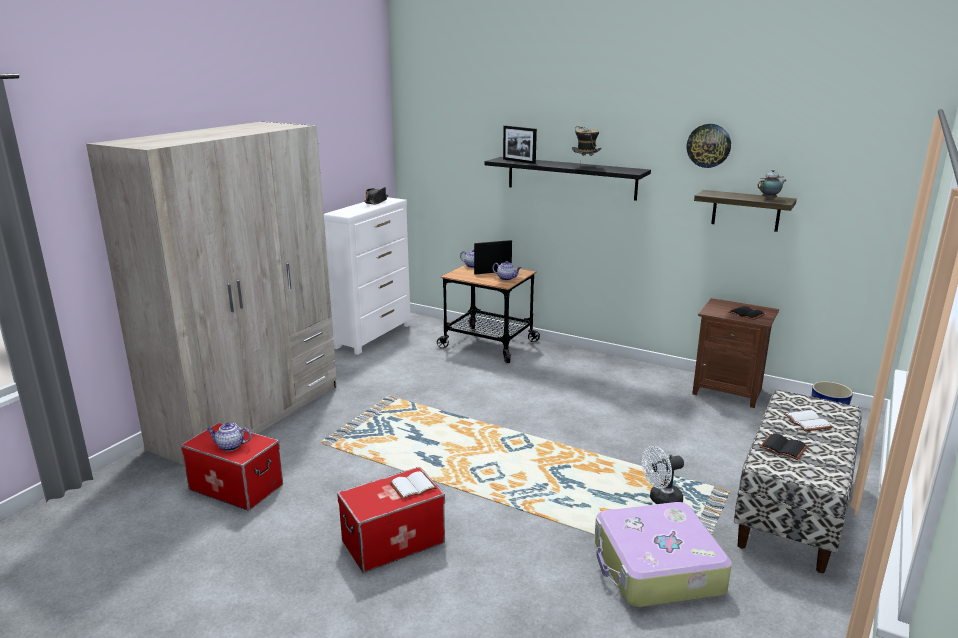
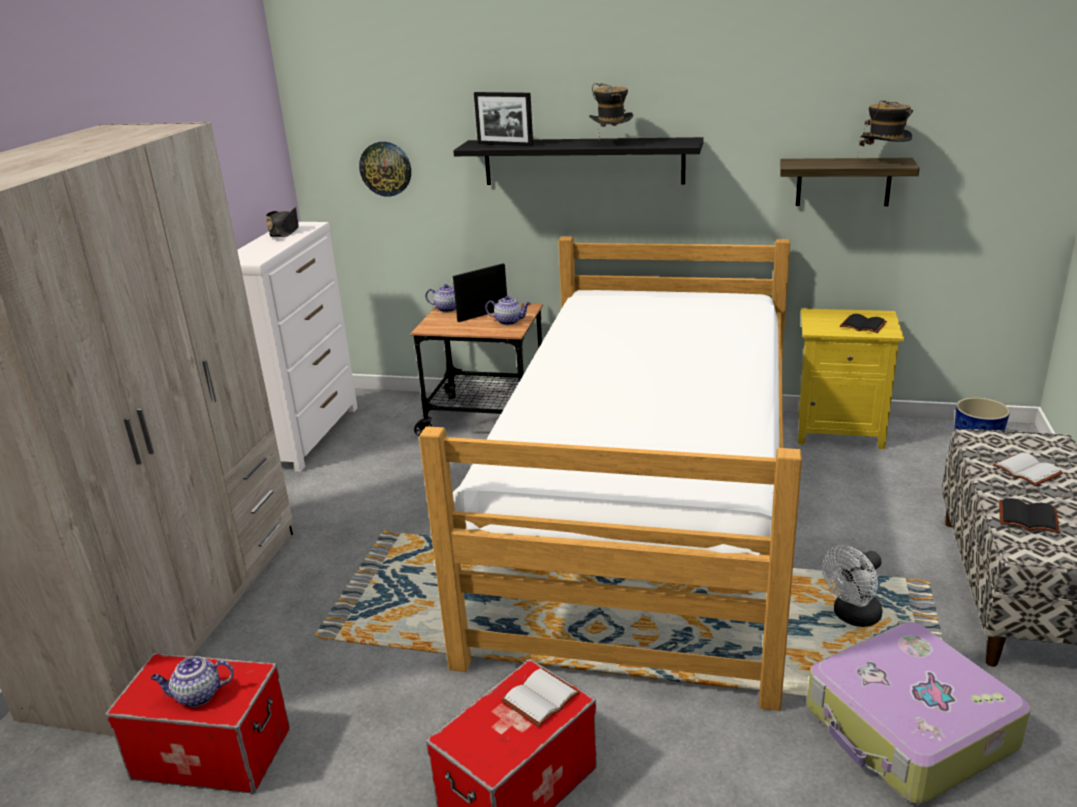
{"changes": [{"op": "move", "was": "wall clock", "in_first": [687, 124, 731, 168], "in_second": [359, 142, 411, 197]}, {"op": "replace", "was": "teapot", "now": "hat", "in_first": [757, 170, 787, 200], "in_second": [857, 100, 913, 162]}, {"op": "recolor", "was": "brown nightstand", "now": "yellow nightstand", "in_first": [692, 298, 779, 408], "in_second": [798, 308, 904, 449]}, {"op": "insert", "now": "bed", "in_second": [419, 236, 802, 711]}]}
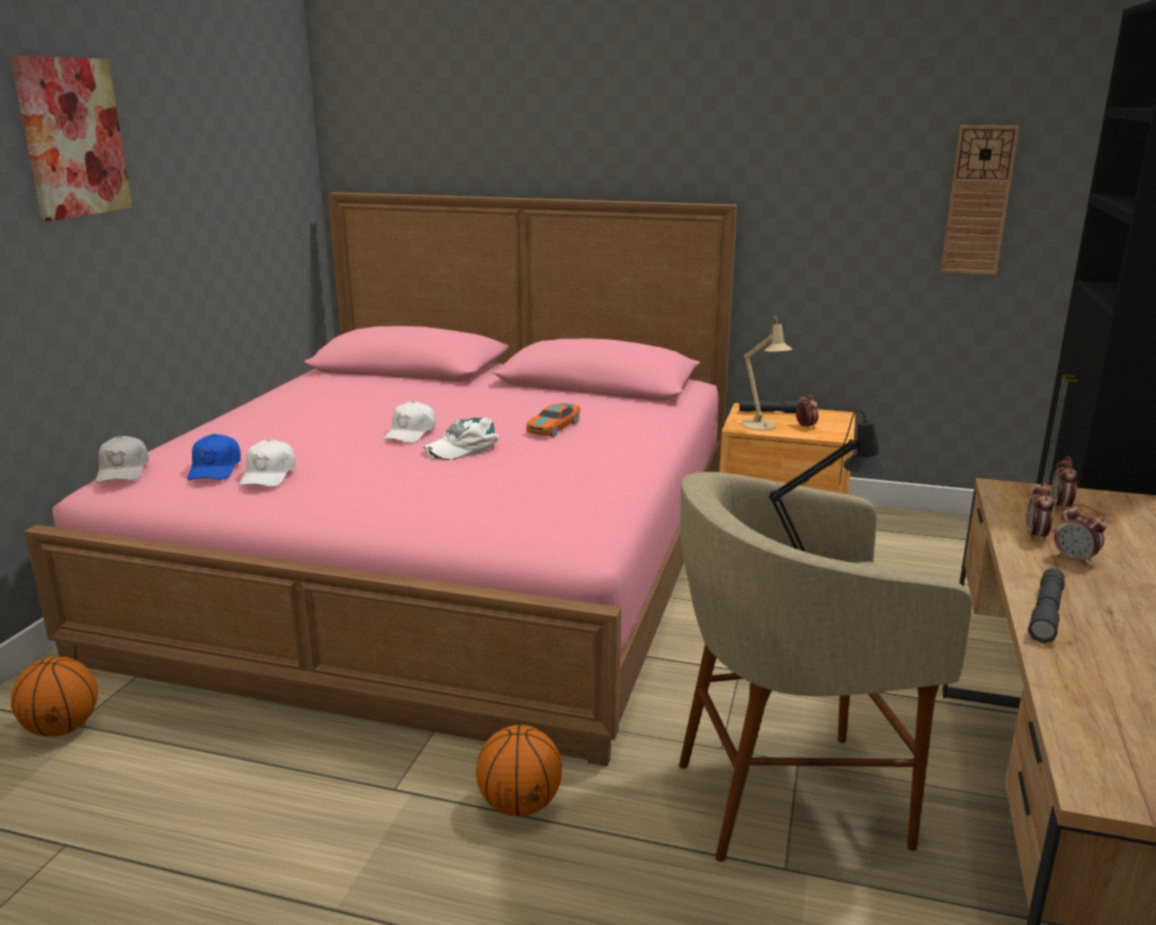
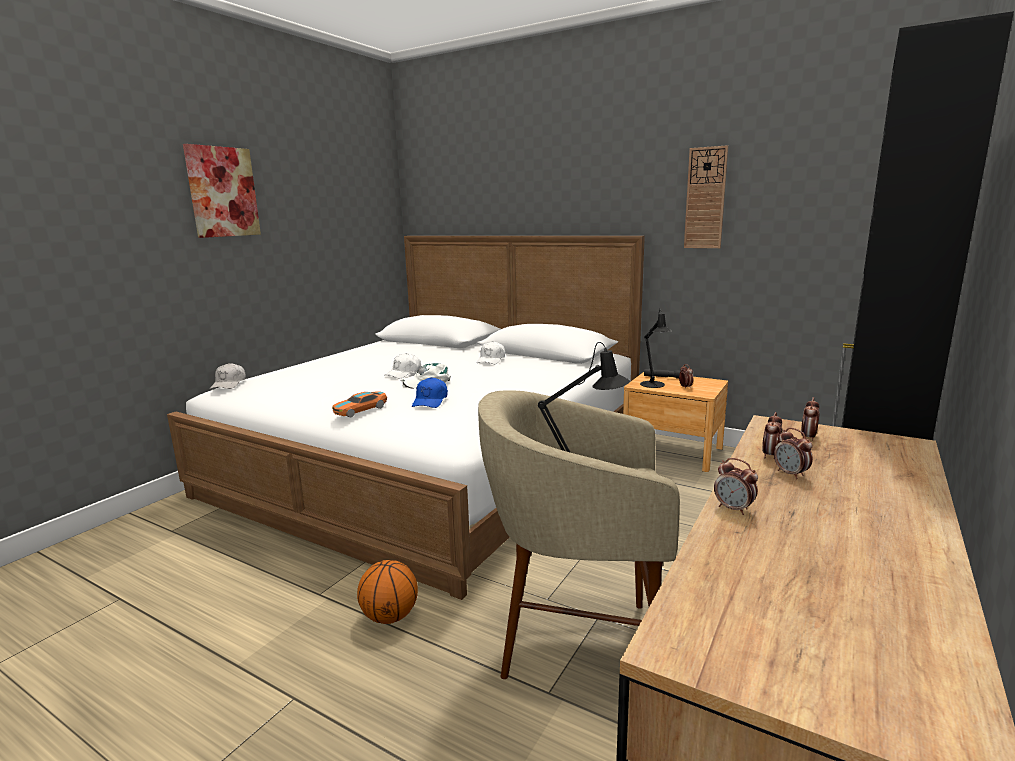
{"changes": [{"op": "move", "was": "wall clock", "in_first": [941, 125, 1019, 275], "in_second": [684, 145, 728, 248]}, {"op": "recolor", "was": "pink bed", "now": "white bed", "in_first": [24, 192, 737, 766], "in_second": [167, 236, 645, 600]}, {"op": "recolor", "was": "beige table lamp", "now": "black table lamp", "in_first": [741, 317, 792, 430], "in_second": [640, 309, 671, 388]}, {"op": "move", "was": "toy car", "in_first": [526, 403, 580, 437], "in_second": [332, 391, 387, 417]}, {"op": "move", "was": "blue cap", "in_first": [187, 434, 241, 480], "in_second": [412, 377, 448, 408]}, {"op": "move", "was": "white cap", "in_first": [239, 439, 295, 487], "in_second": [477, 341, 505, 364]}, {"op": "replace", "was": "grey flashlight", "now": "alarm clock", "in_first": [1028, 568, 1065, 643], "in_second": [714, 458, 758, 515]}, {"op": "delete", "was": "basketball", "in_first": [11, 657, 98, 737]}]}
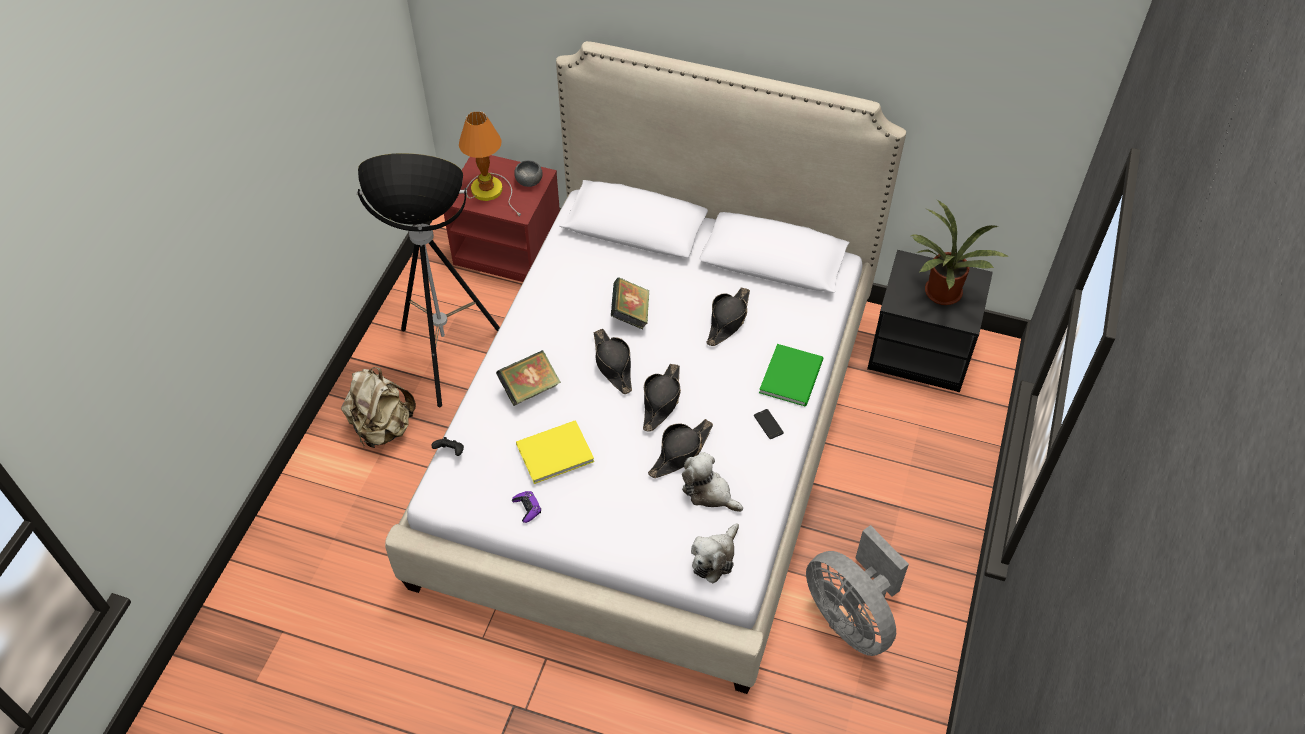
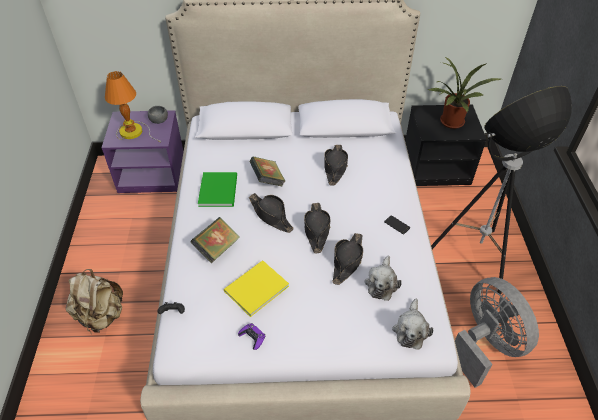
{"changes": [{"op": "move", "was": "floor lamp", "in_first": [356, 153, 500, 407], "in_second": [431, 86, 572, 295]}, {"op": "recolor", "was": "red nightstand", "now": "purple nightstand", "in_first": [444, 155, 560, 282], "in_second": [101, 110, 184, 193]}, {"op": "move", "was": "green book", "in_first": [759, 344, 823, 406], "in_second": [198, 172, 237, 207]}, {"op": "rotate", "was": "plush toy", "in_first": [682, 452, 743, 512], "in_second": [364, 255, 402, 301], "clockwise": -90}, {"op": "rotate", "was": "grey fan", "in_first": [806, 525, 909, 656], "in_second": [455, 277, 539, 388], "clockwise": -150}]}
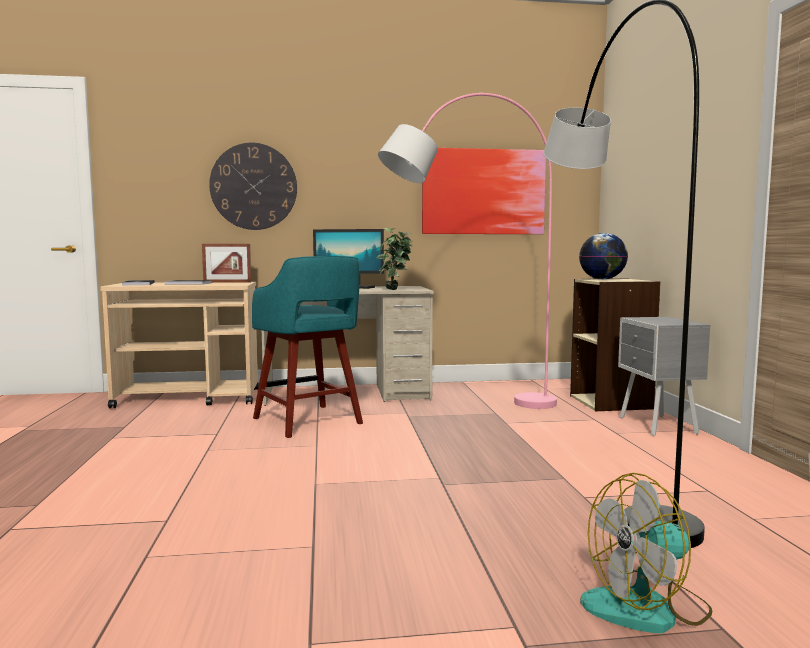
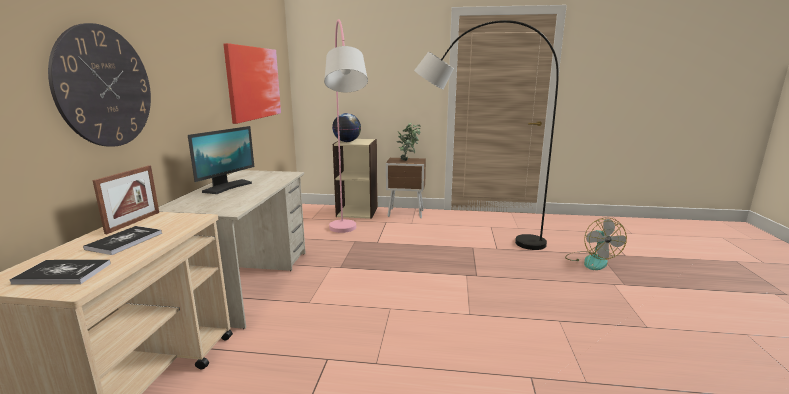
{"changes": [{"op": "move", "was": "potted plant", "in_first": [376, 228, 413, 290], "in_second": [396, 123, 420, 161]}, {"op": "delete", "was": "turquoise stool", "in_first": [252, 256, 363, 438]}, {"op": "recolor", "was": "grey nightstand", "now": "brown nightstand", "in_first": [618, 317, 711, 436], "in_second": [386, 158, 426, 218]}]}
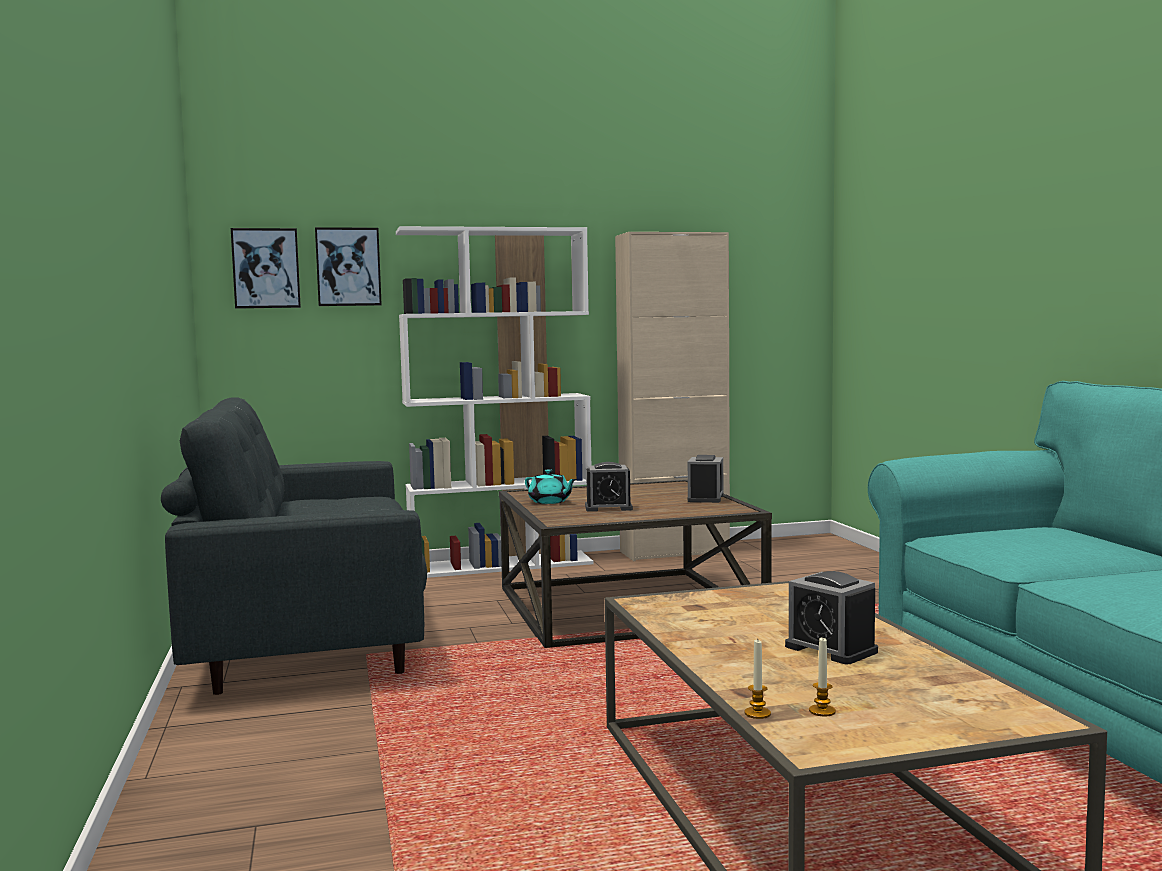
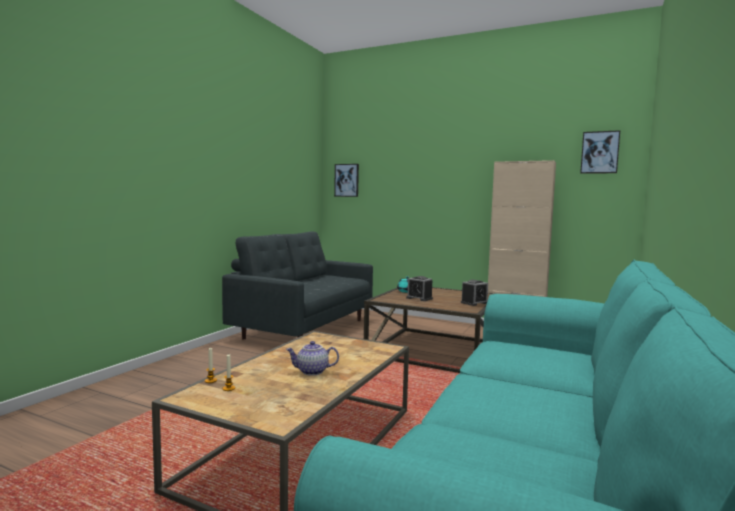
{"changes": [{"op": "delete", "was": "white bookcase", "in_first": [396, 226, 594, 578]}, {"op": "move", "was": "picture", "in_first": [315, 227, 382, 306], "in_second": [580, 130, 620, 174]}, {"op": "replace", "was": "alarm clock", "now": "teapot", "in_first": [785, 571, 878, 664], "in_second": [286, 341, 339, 376]}]}
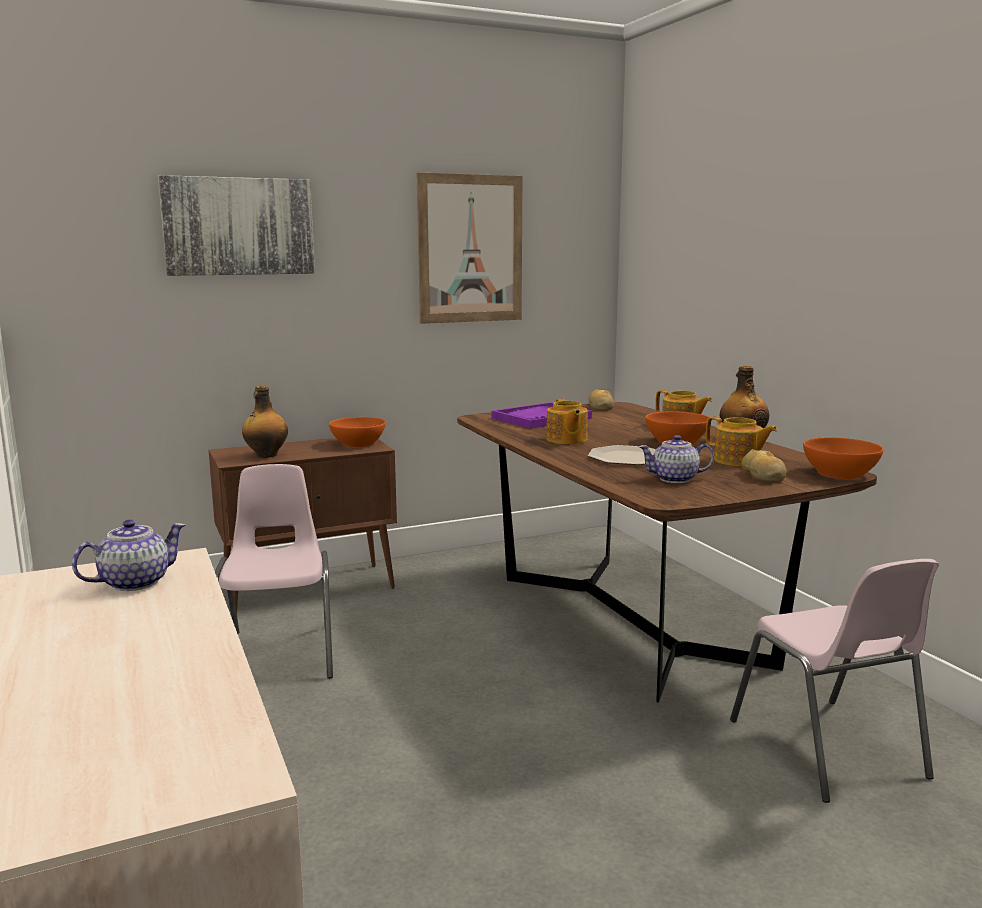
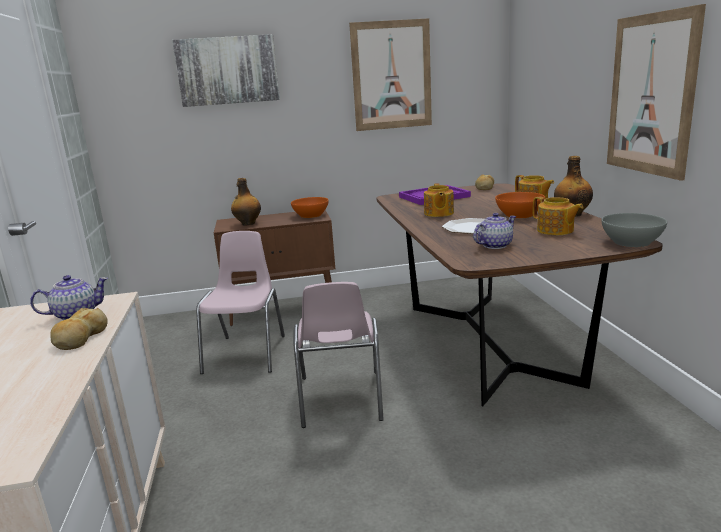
{"changes": [{"op": "rotate", "was": "teapot", "in_first": [639, 435, 714, 483], "in_second": [473, 213, 516, 249], "clockwise": 135}, {"op": "recolor", "was": "orange bowl", "now": "grey bowl", "in_first": [803, 437, 883, 479], "in_second": [601, 213, 667, 247]}, {"op": "move", "was": "bread", "in_first": [741, 449, 786, 482], "in_second": [50, 307, 108, 350]}, {"op": "move", "was": "pink chair", "in_first": [730, 559, 939, 803], "in_second": [293, 282, 384, 428]}, {"op": "insert", "now": "picture", "in_second": [607, 4, 706, 181]}]}
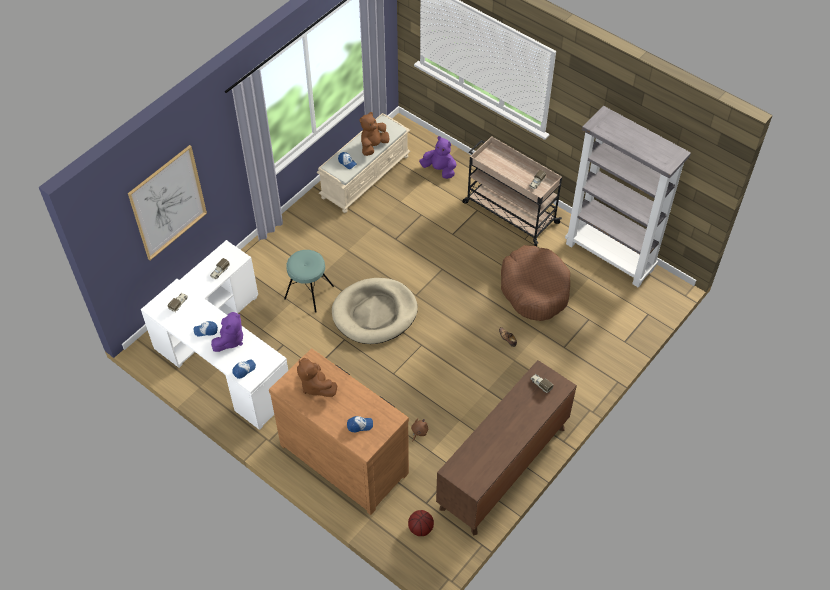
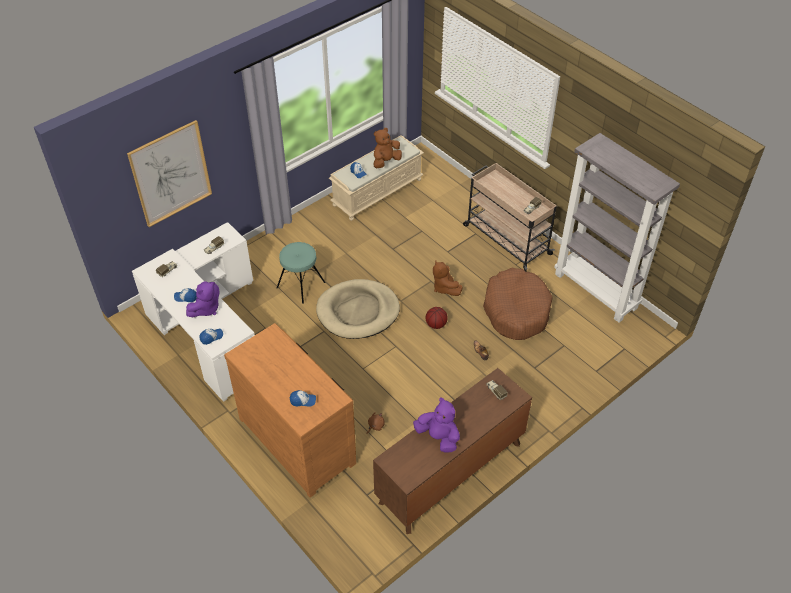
{"changes": [{"op": "move", "was": "purple plush toy", "in_first": [419, 136, 456, 179], "in_second": [413, 397, 460, 453]}, {"op": "move", "was": "brown plush toy", "in_first": [297, 358, 337, 397], "in_second": [433, 261, 463, 296]}, {"op": "move", "was": "basketball", "in_first": [408, 510, 434, 536], "in_second": [426, 307, 448, 329]}]}
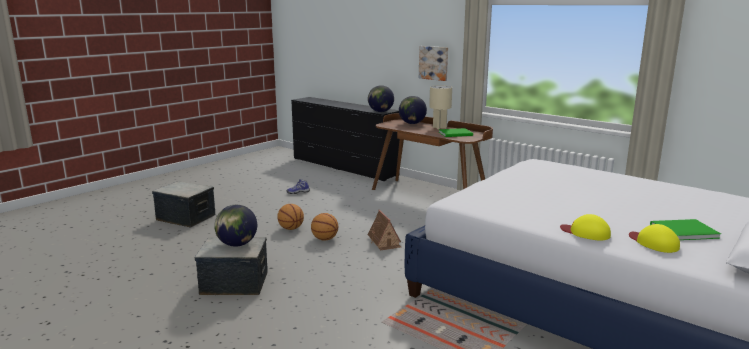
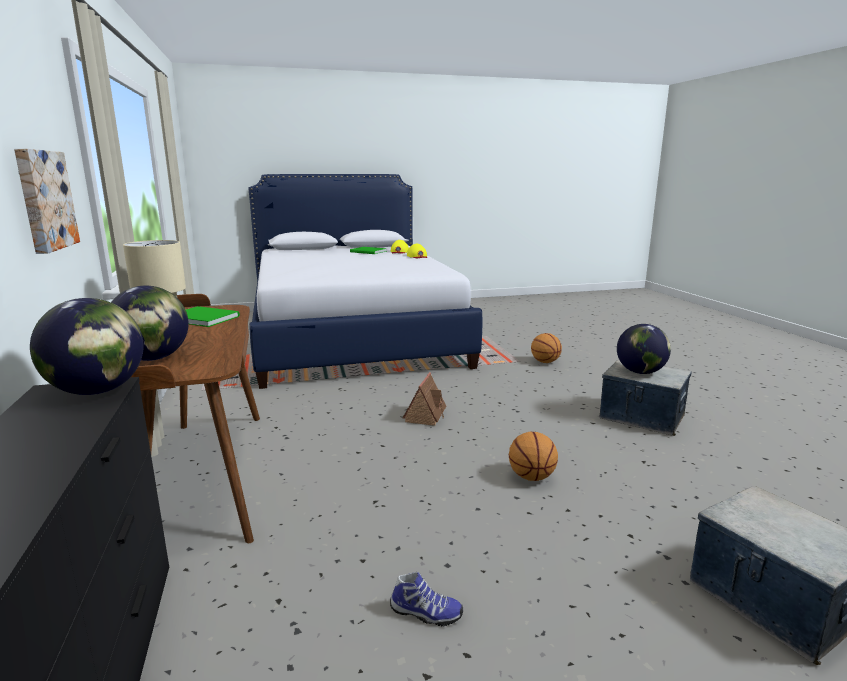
{"changes": [{"op": "move", "was": "basketball", "in_first": [311, 213, 338, 240], "in_second": [531, 333, 562, 363]}]}
